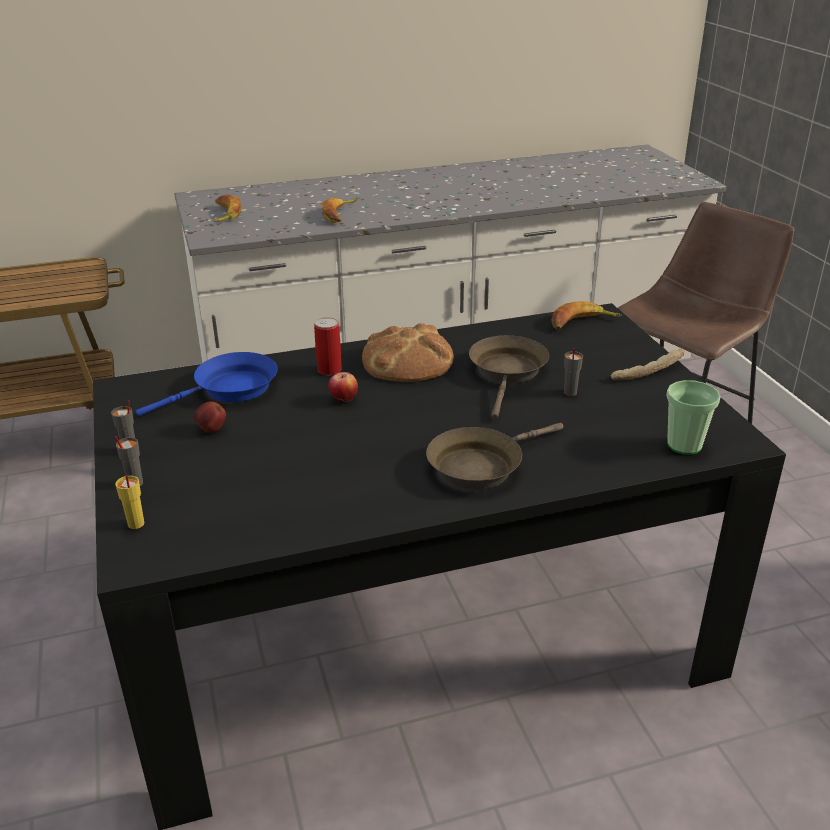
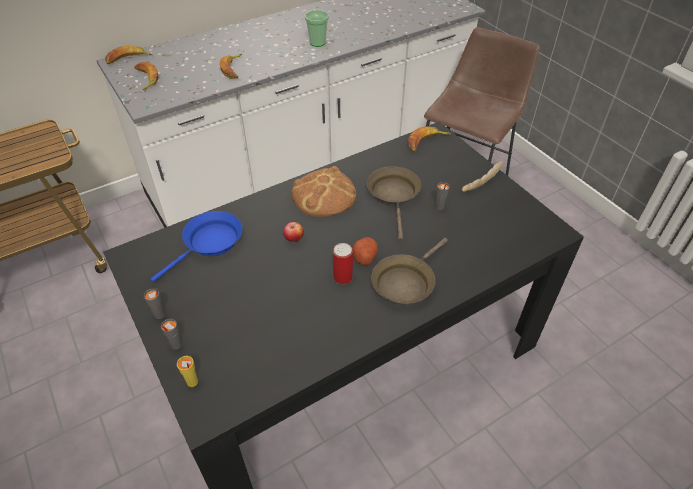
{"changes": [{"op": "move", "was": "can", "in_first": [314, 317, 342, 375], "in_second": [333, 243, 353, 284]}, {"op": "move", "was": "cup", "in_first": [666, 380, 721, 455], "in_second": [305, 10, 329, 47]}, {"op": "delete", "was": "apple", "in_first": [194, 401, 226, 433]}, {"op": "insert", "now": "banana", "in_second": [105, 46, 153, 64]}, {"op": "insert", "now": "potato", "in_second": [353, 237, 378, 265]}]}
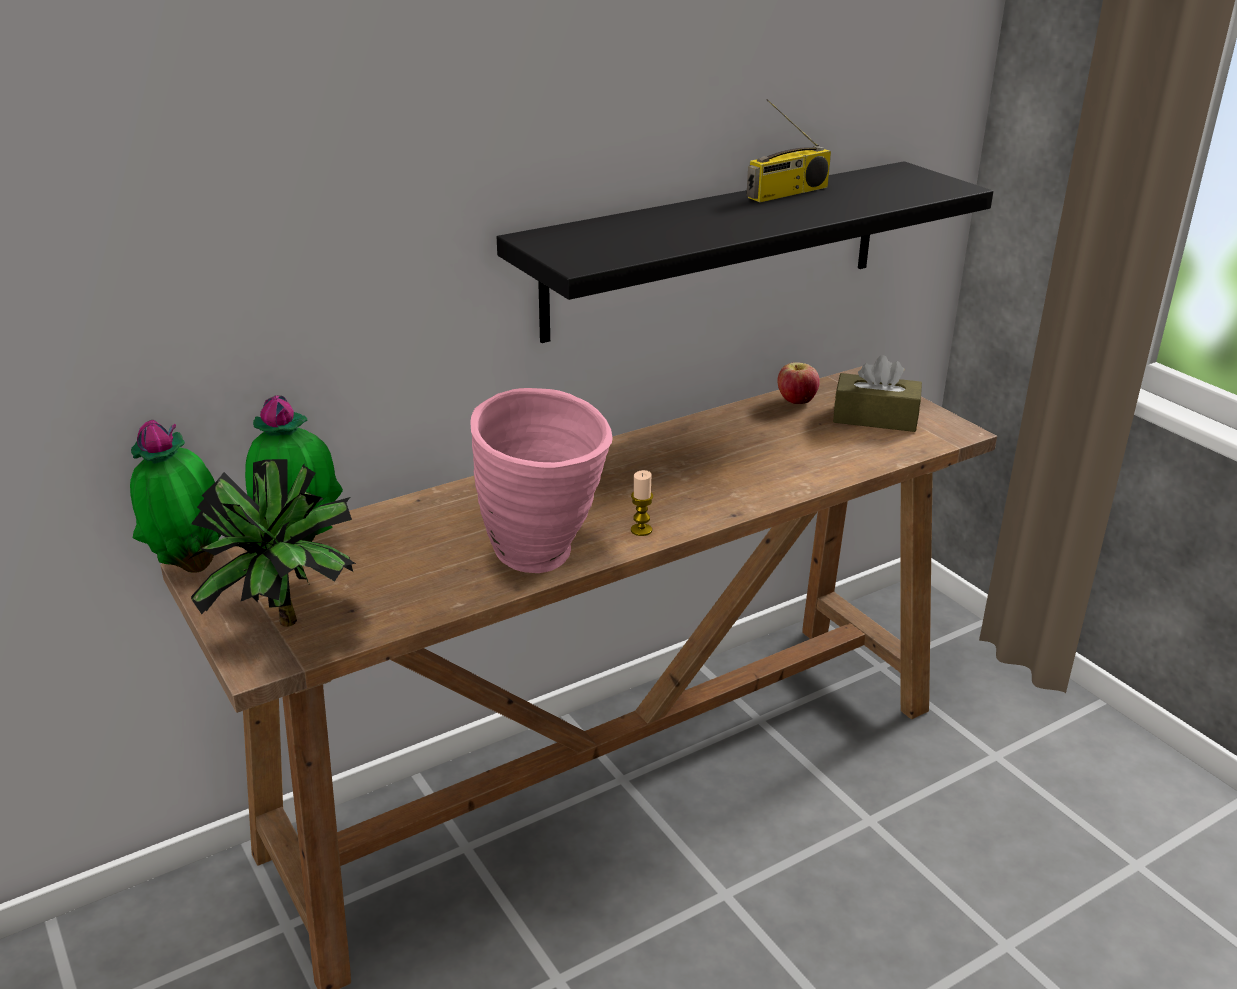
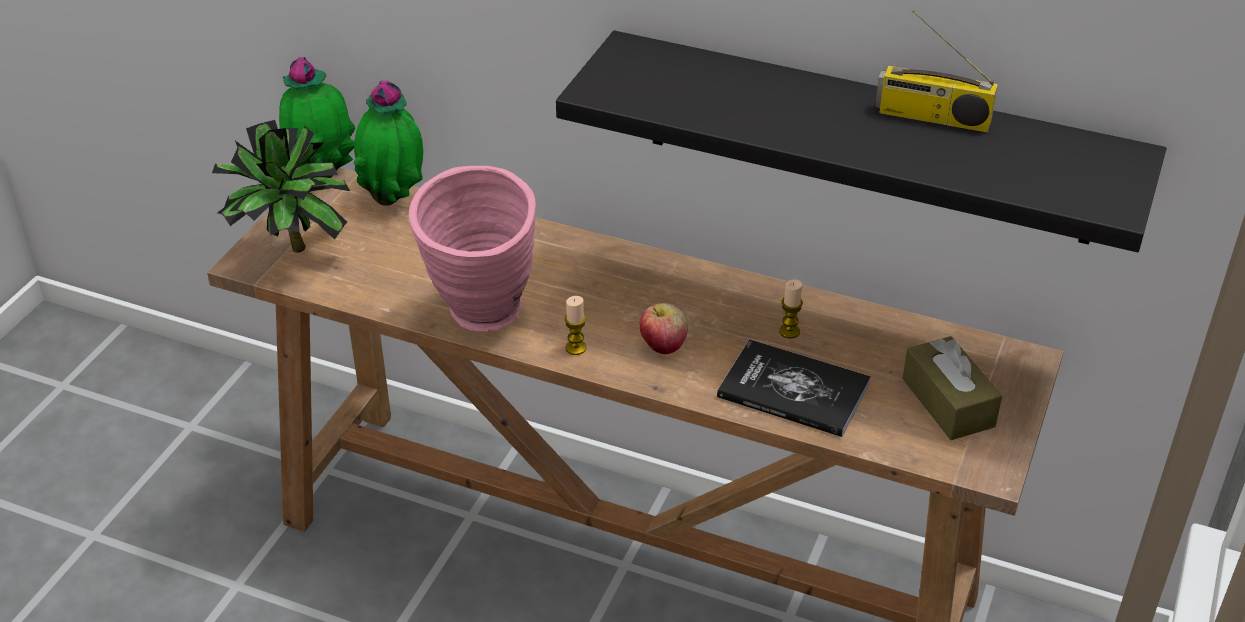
{"changes": [{"op": "move", "was": "apple", "in_first": [778, 362, 820, 404], "in_second": [639, 303, 688, 355]}, {"op": "insert", "now": "candle", "in_second": [779, 280, 803, 338]}, {"op": "insert", "now": "book", "in_second": [717, 339, 871, 437]}]}
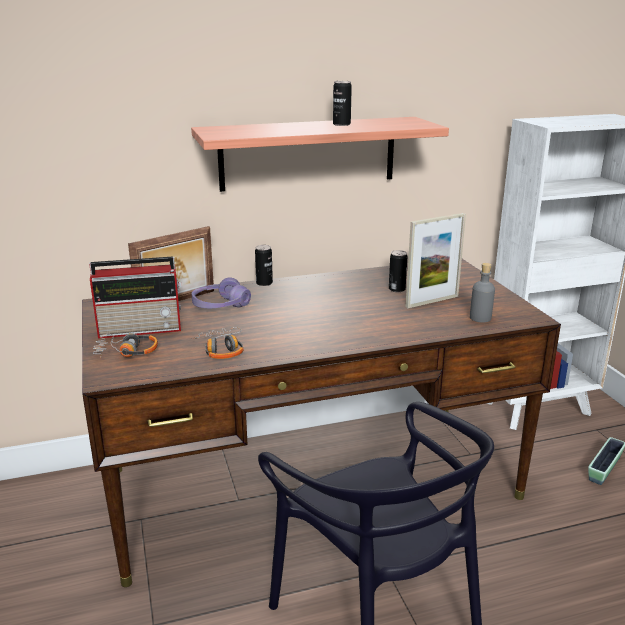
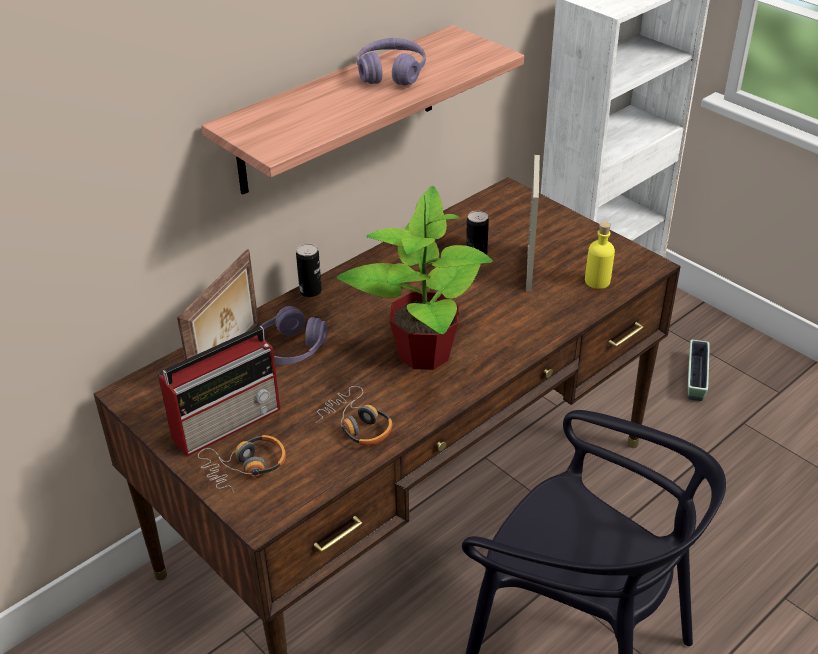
{"changes": [{"op": "replace", "was": "can", "now": "purple headphones", "in_first": [333, 81, 352, 126], "in_second": [357, 38, 426, 86]}, {"op": "rotate", "was": "picture frame", "in_first": [406, 213, 466, 308], "in_second": [526, 155, 540, 291], "clockwise": 150}, {"op": "recolor", "was": "grey bottle", "now": "yellow bottle", "in_first": [470, 263, 495, 323], "in_second": [585, 222, 615, 289]}, {"op": "insert", "now": "potted plant", "in_second": [337, 186, 493, 370]}]}
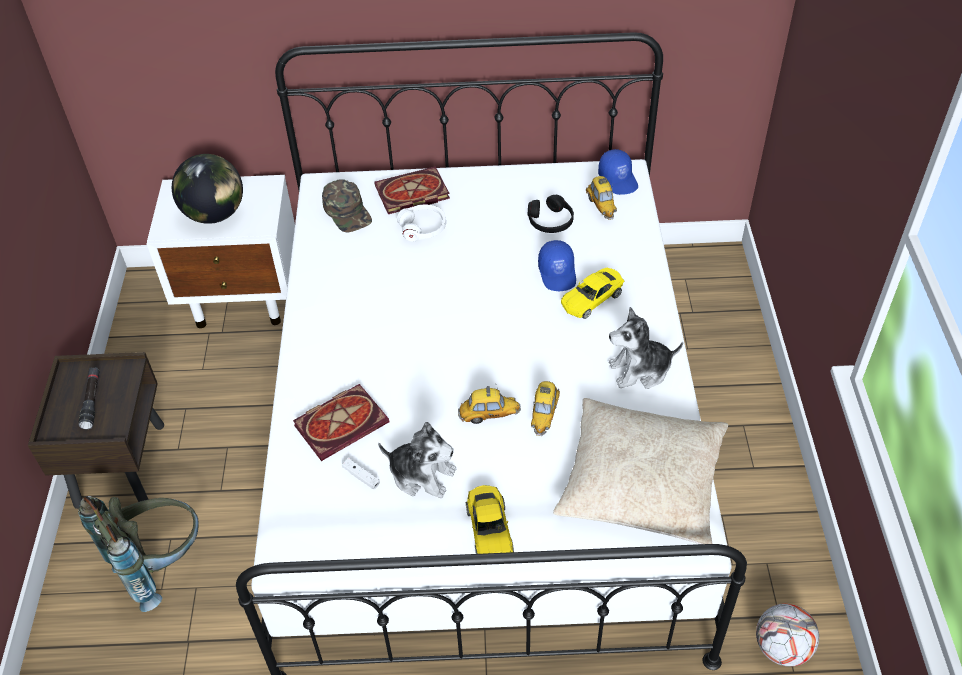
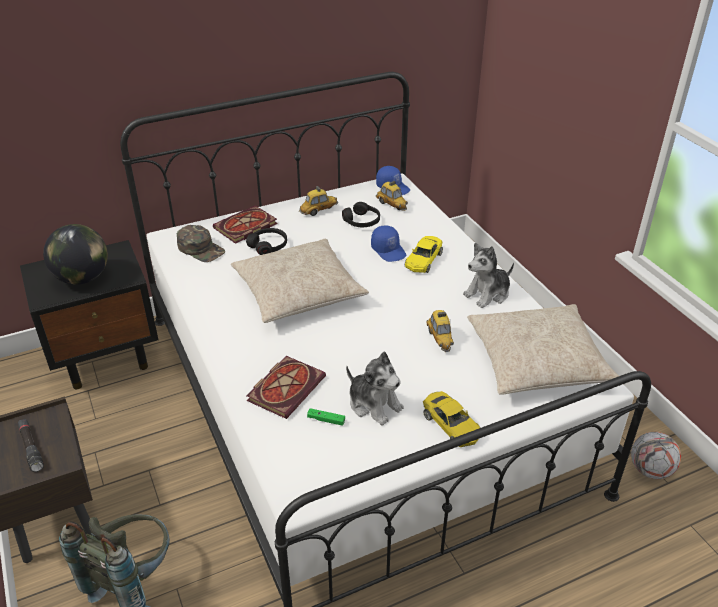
{"changes": [{"op": "recolor", "was": "white nightstand", "now": "black nightstand", "in_first": [147, 175, 295, 328], "in_second": [20, 240, 158, 389]}, {"op": "recolor", "was": "white headphones", "now": "black headphones", "in_first": [397, 204, 446, 241], "in_second": [246, 228, 287, 255]}, {"op": "move", "was": "toy car", "in_first": [458, 383, 521, 424], "in_second": [299, 186, 338, 216]}, {"op": "rotate", "was": "plush toy", "in_first": [378, 422, 456, 498], "in_second": [346, 352, 404, 425], "clockwise": 45}, {"op": "recolor", "was": "white game controller", "now": "green game controller", "in_first": [342, 458, 380, 489], "in_second": [307, 408, 345, 426]}, {"op": "insert", "now": "beige pillow", "in_second": [231, 239, 369, 323]}]}
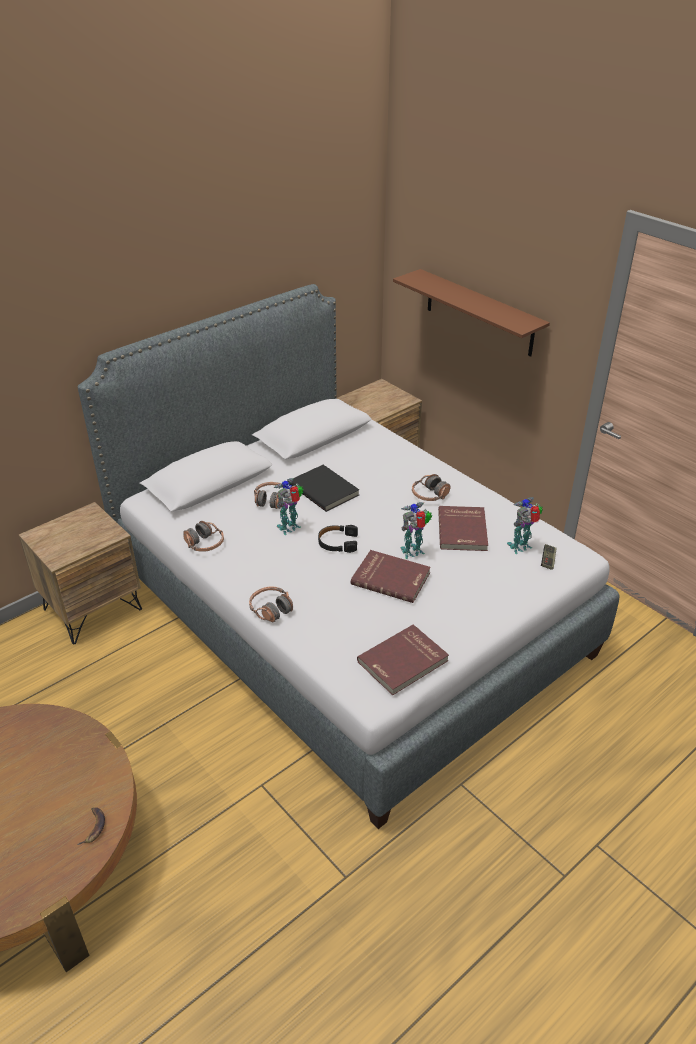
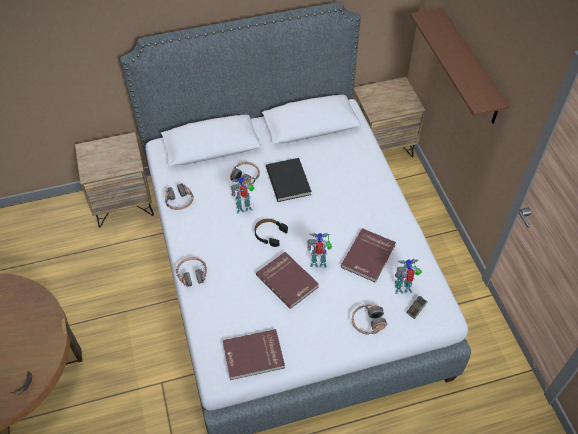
{"changes": [{"op": "move", "was": "headphones", "in_first": [412, 474, 451, 501], "in_second": [352, 304, 387, 335]}]}
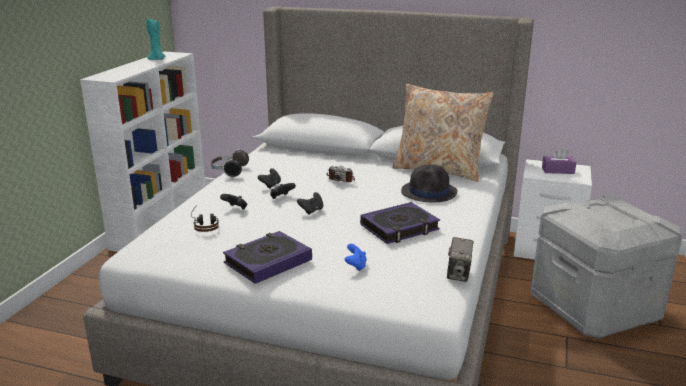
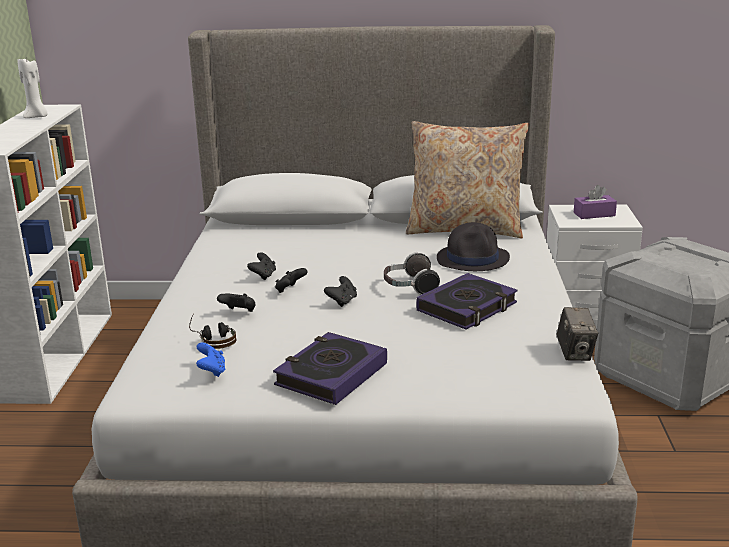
{"changes": [{"op": "recolor", "was": "turquoise candle", "now": "white candle", "in_first": [146, 17, 165, 60], "in_second": [17, 57, 48, 118]}, {"op": "move", "was": "headphones", "in_first": [211, 149, 249, 178], "in_second": [384, 252, 440, 295]}, {"op": "delete", "was": "photo camera", "in_first": [326, 166, 355, 182]}, {"op": "move", "was": "blue game controller", "in_first": [345, 244, 367, 271], "in_second": [196, 342, 225, 377]}]}
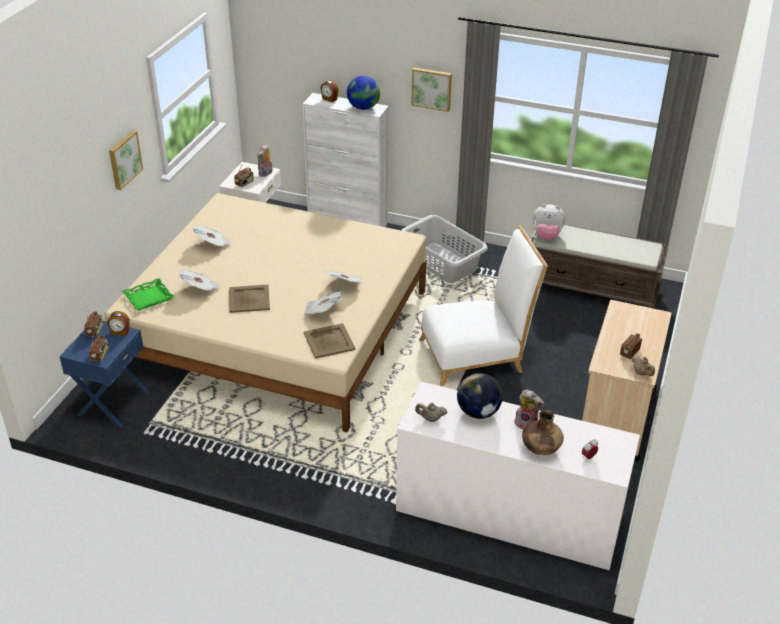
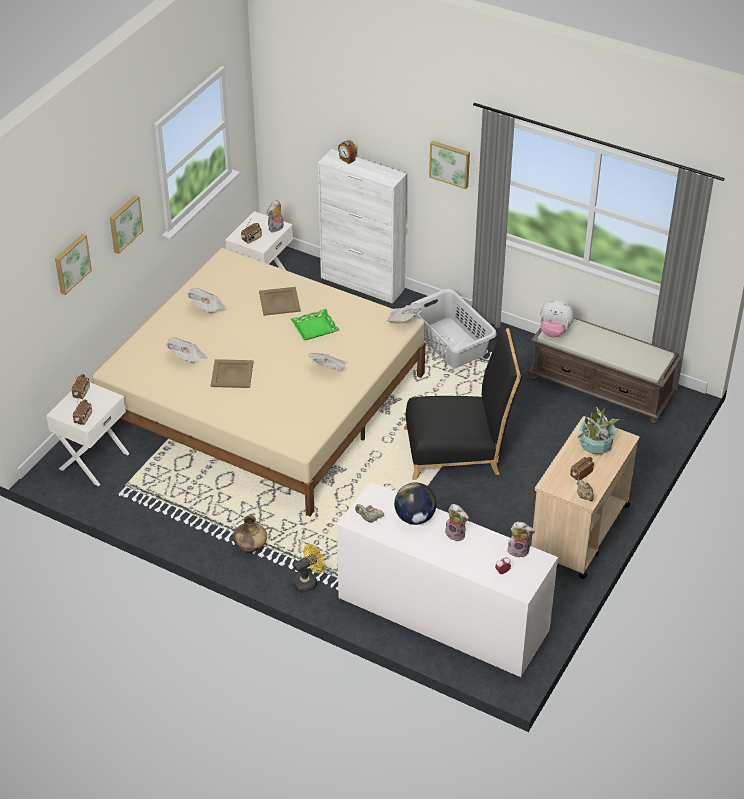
{"changes": [{"op": "delete", "was": "globe", "in_first": [347, 76, 380, 110]}, {"op": "recolor", "was": "white chair", "now": "black chair", "in_first": [419, 226, 548, 386], "in_second": [404, 328, 522, 480]}, {"op": "move", "was": "green tray", "in_first": [122, 278, 174, 310], "in_second": [291, 309, 339, 340]}, {"op": "move", "was": "newspaper", "in_first": [303, 292, 341, 315], "in_second": [386, 303, 423, 322]}, {"op": "delete", "was": "alarm clock", "in_first": [107, 311, 130, 336]}, {"op": "recolor", "was": "blue nightstand", "now": "white nightstand", "in_first": [59, 321, 149, 428], "in_second": [46, 383, 130, 486]}, {"op": "move", "was": "beige tray", "in_first": [304, 323, 356, 359], "in_second": [259, 287, 301, 316]}, {"op": "move", "was": "brown vase", "in_first": [522, 410, 564, 455], "in_second": [233, 515, 267, 552]}, {"op": "insert", "now": "picture", "in_second": [55, 234, 92, 295]}, {"op": "insert", "now": "potted plant", "in_second": [578, 407, 619, 454]}, {"op": "insert", "now": "plush toy", "in_second": [507, 522, 535, 558]}, {"op": "insert", "now": "yellow fan", "in_second": [293, 544, 325, 592]}]}
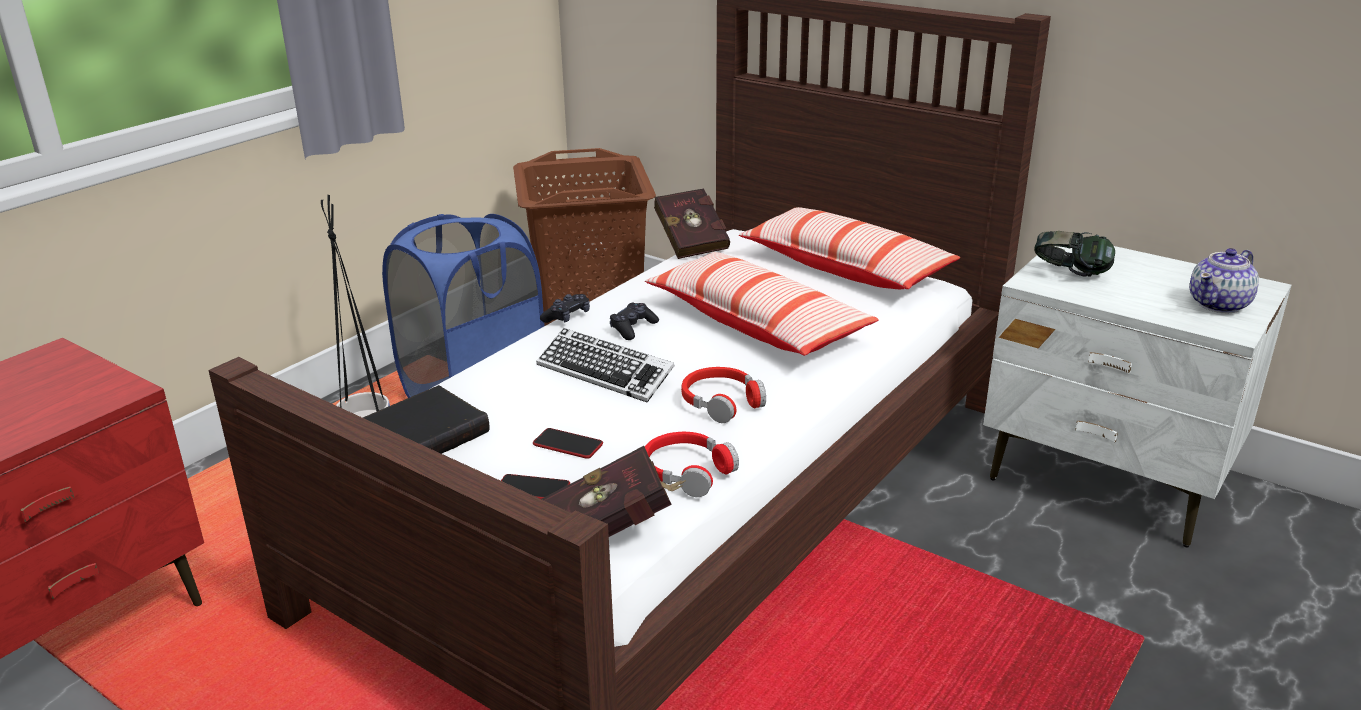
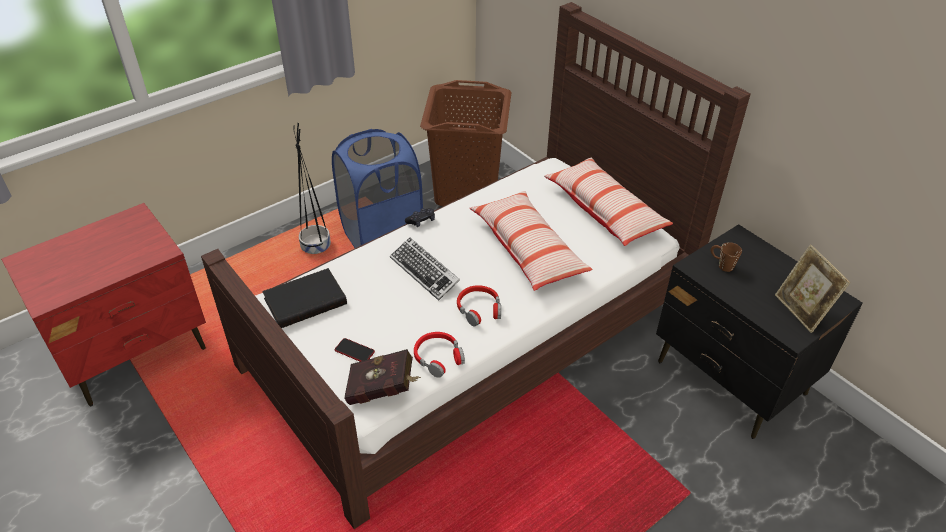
{"changes": [{"op": "delete", "was": "red book", "in_first": [654, 188, 730, 259]}, {"op": "replace", "was": "headphones", "now": "brown mug", "in_first": [1034, 231, 1115, 277], "in_second": [711, 242, 742, 272]}, {"op": "recolor", "was": "white nightstand", "now": "black nightstand", "in_first": [983, 246, 1291, 547], "in_second": [656, 224, 863, 439]}, {"op": "replace", "was": "teapot", "now": "picture frame", "in_first": [1190, 248, 1259, 313], "in_second": [775, 245, 851, 333]}, {"op": "delete", "was": "black game controller", "in_first": [610, 303, 659, 340]}, {"op": "delete", "was": "phone", "in_first": [533, 428, 603, 459]}]}
